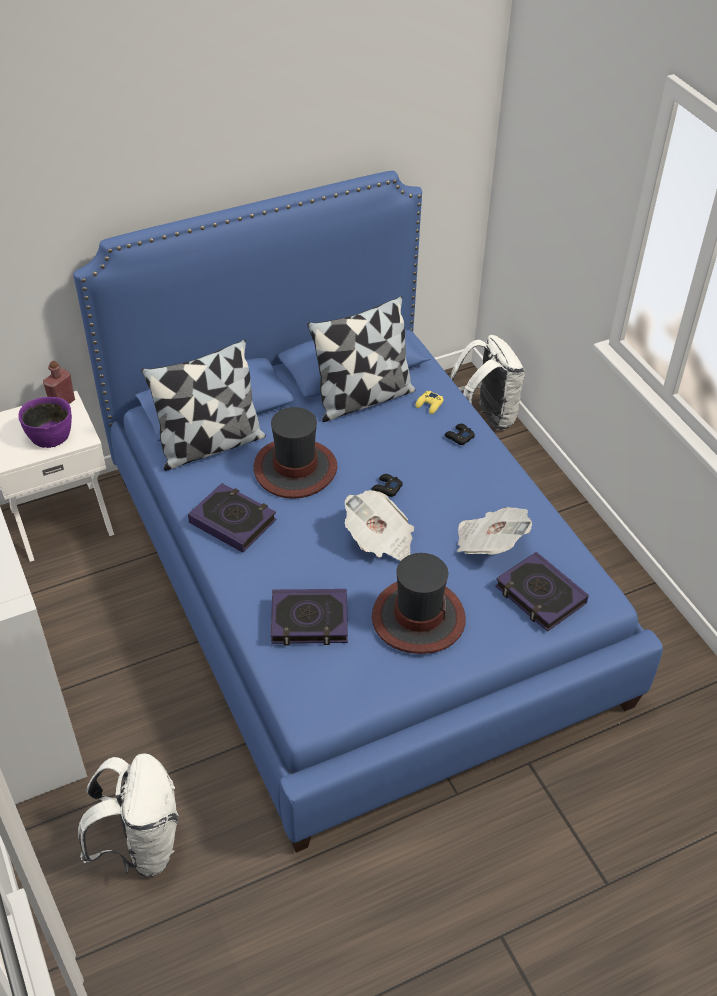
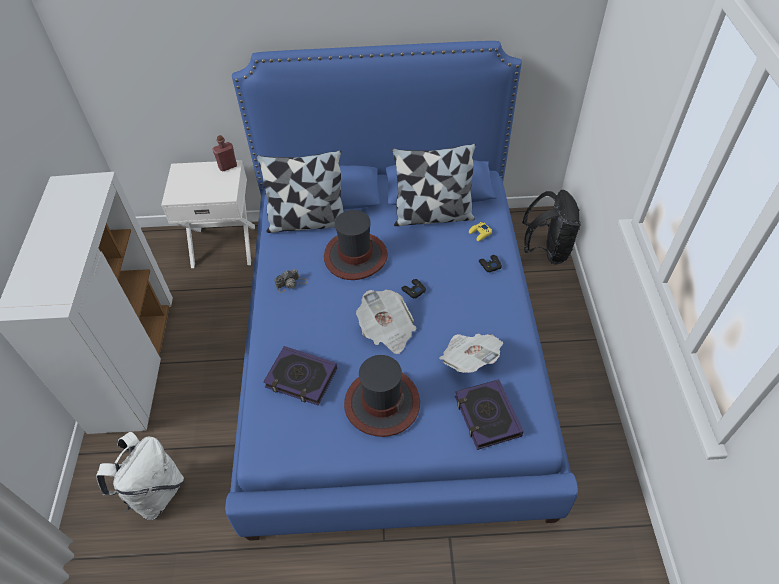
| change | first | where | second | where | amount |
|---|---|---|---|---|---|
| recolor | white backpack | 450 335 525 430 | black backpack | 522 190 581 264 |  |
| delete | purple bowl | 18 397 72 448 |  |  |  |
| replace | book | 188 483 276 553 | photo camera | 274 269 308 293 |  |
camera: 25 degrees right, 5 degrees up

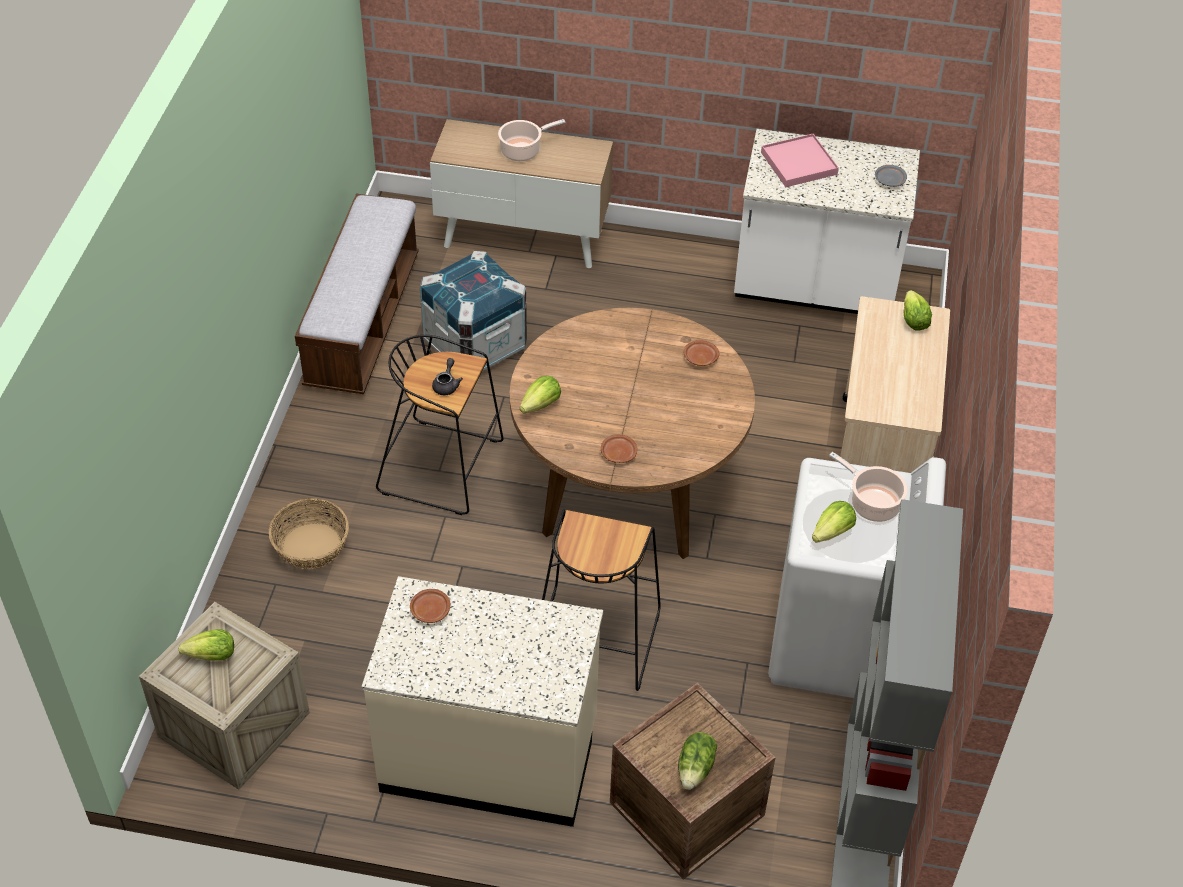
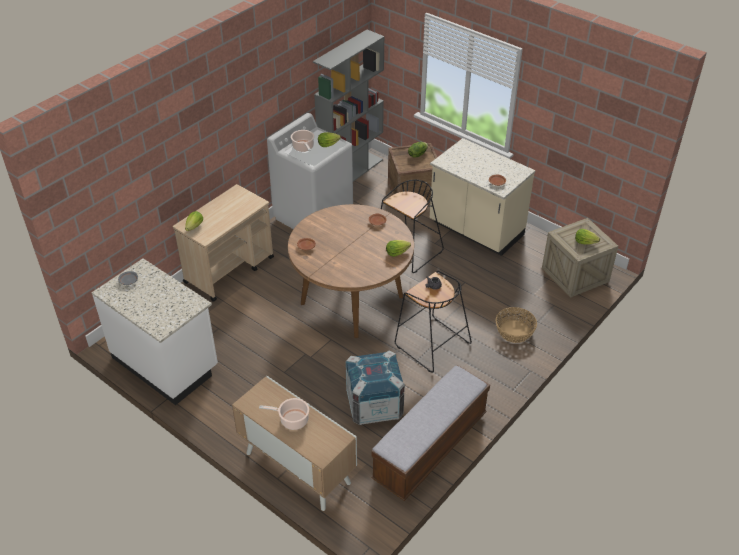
| change | first | where | second | where | amount |
|---|---|---|---|---|---|
| delete | pink tray | 761 134 839 187 |  |  |  |
camera: 150 degrees left, 5 degrees down

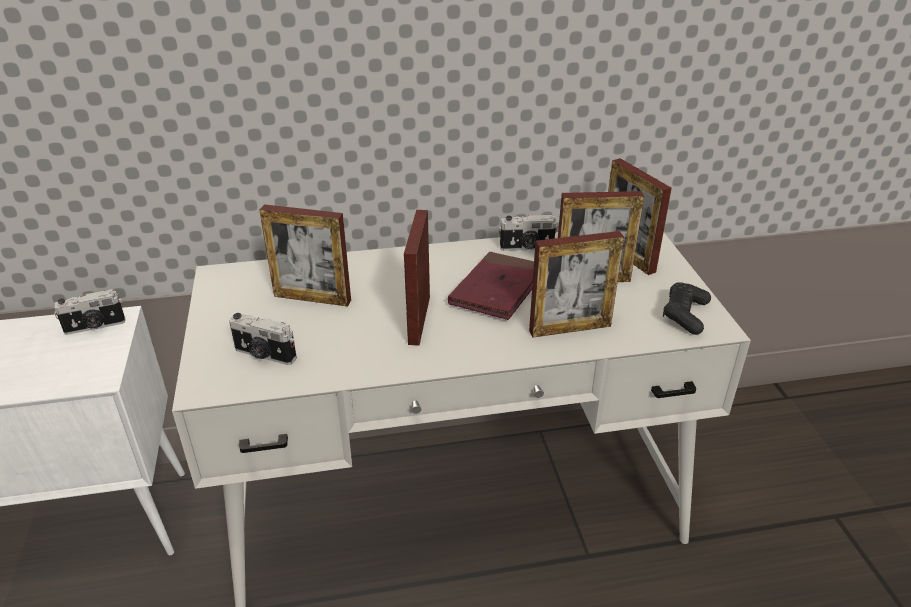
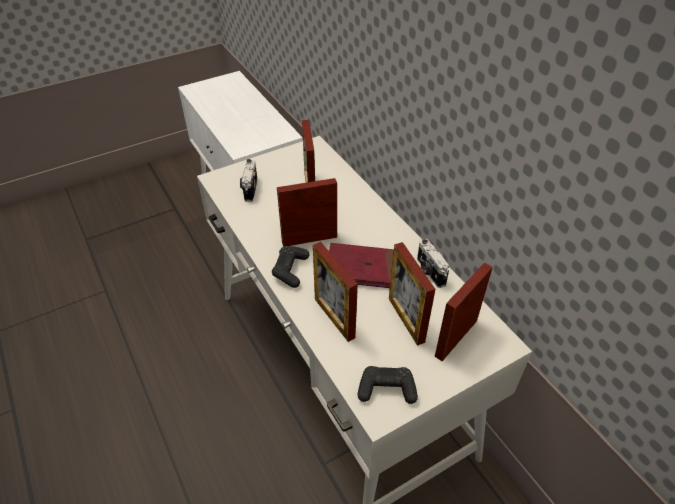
| change | first | where | second | where | amount |
|---|---|---|---|---|---|
| delete | photo camera | 54 289 125 335 |  |  |  |
| insert |  |  | black game controller | 272 246 309 288 |  |
camera: 70 degrees right, 10 degrees up

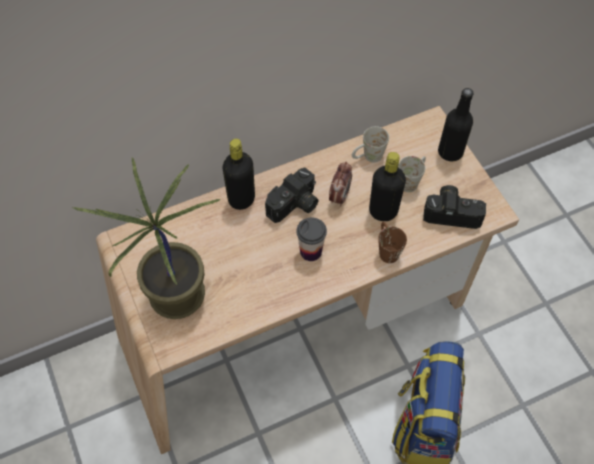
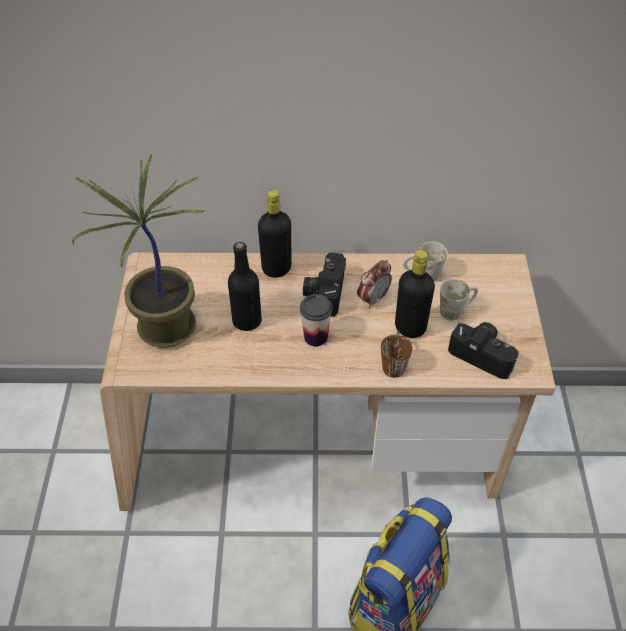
| change | first | where | second | where | amount |
|---|---|---|---|---|---|
| move | black bottle | 438 88 473 162 |  | 228 242 262 331 |  |
| rotate | photo camera | 265 167 318 223 |  | 303 252 346 317 | 120 degrees clockwise |
camera: 25 degrees right, 10 degrees down

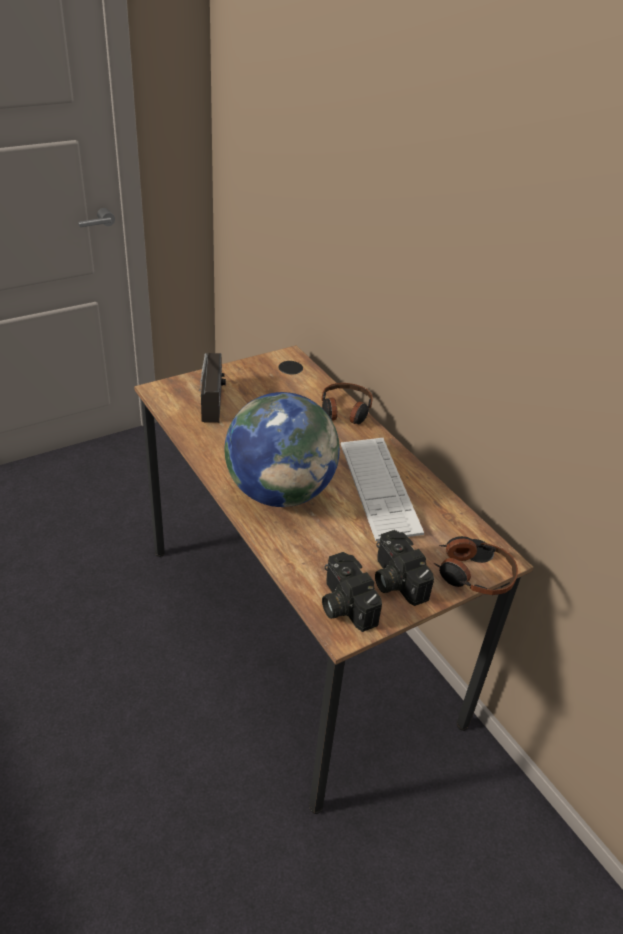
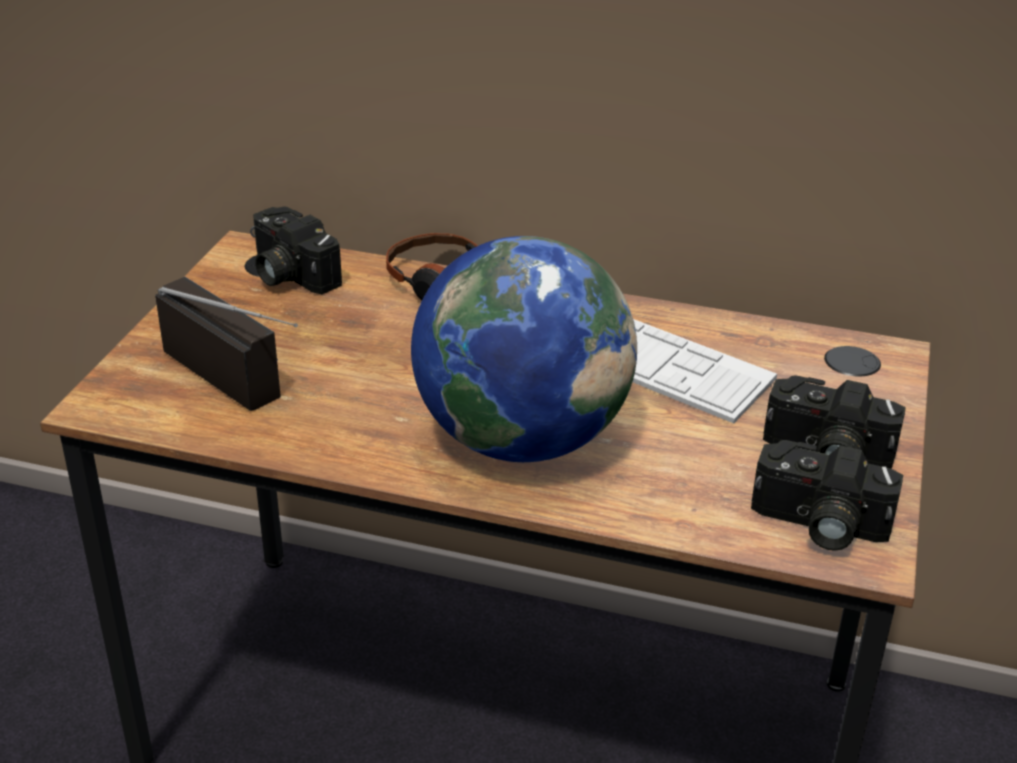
| change | first | where | second | where | amount |
|---|---|---|---|---|---|
| delete | headphones | 434 536 518 595 |  |  |  |
| insert |  |  | photo camera | 250 207 342 294 |  |
camera: 40 degrees left, 5 degrees down

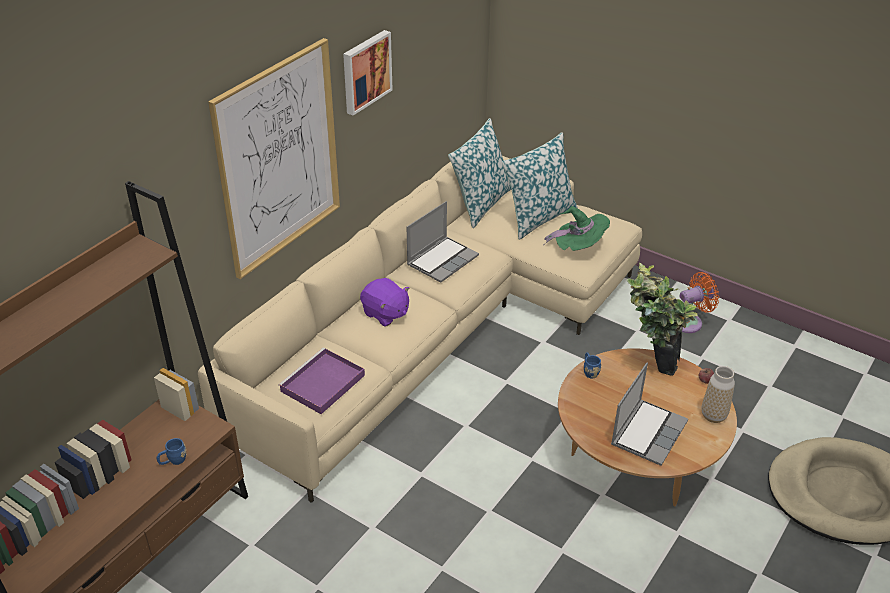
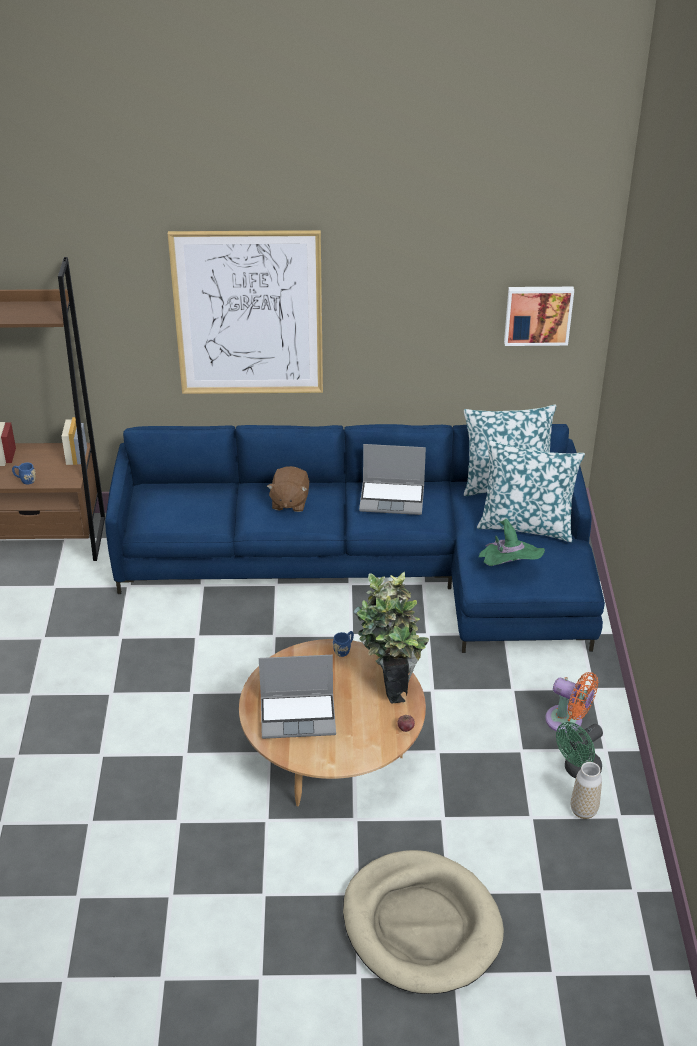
| change | first | where | second | where | amount |
|---|---|---|---|---|---|
| move | picture | 343 30 393 116 |  | 504 287 574 346 |  |
| recolor | beige sofa | 198 156 642 503 | blue sofa | 105 424 605 653 |  |
| recolor | purple plush toy | 360 278 409 327 | brown plush toy | 267 466 309 512 |  |
| delete | purple tray | 278 348 365 414 |  |  |  |
| move | vase | 702 366 735 423 |  | 571 762 602 819 |  |
| insert |  |  | green fan | 556 722 603 779 |  |
camera: 55 degrees right, 0 degrees up

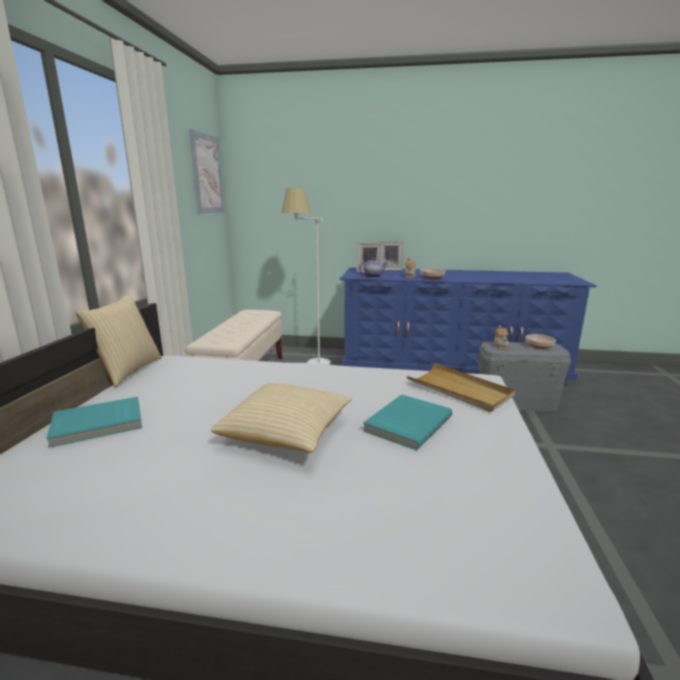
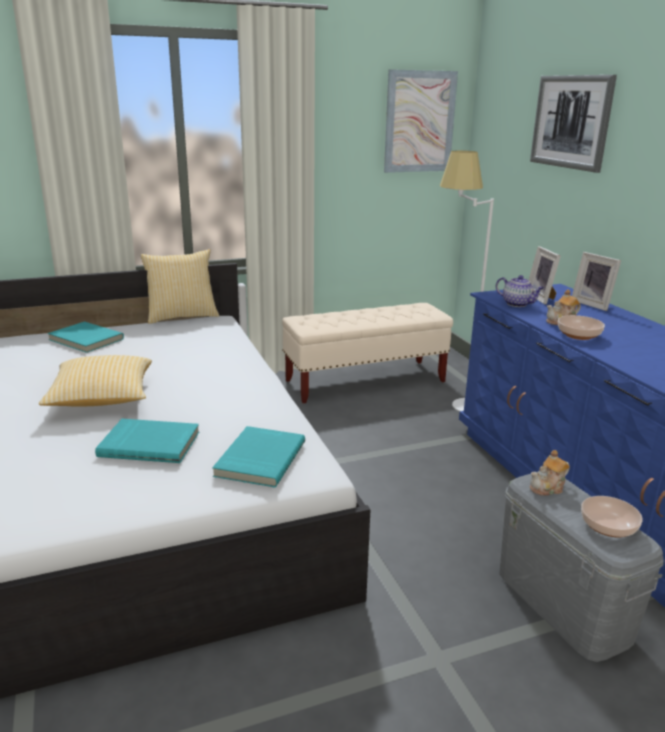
| change | first | where | second | where | amount |
|---|---|---|---|---|---|
| replace | beige tray | 407 363 515 412 | turquoise book | 212 426 305 487 |  |
| insert |  |  | picture | 530 75 617 173 |  |
camera: 60 degrees right, 5 degrees up

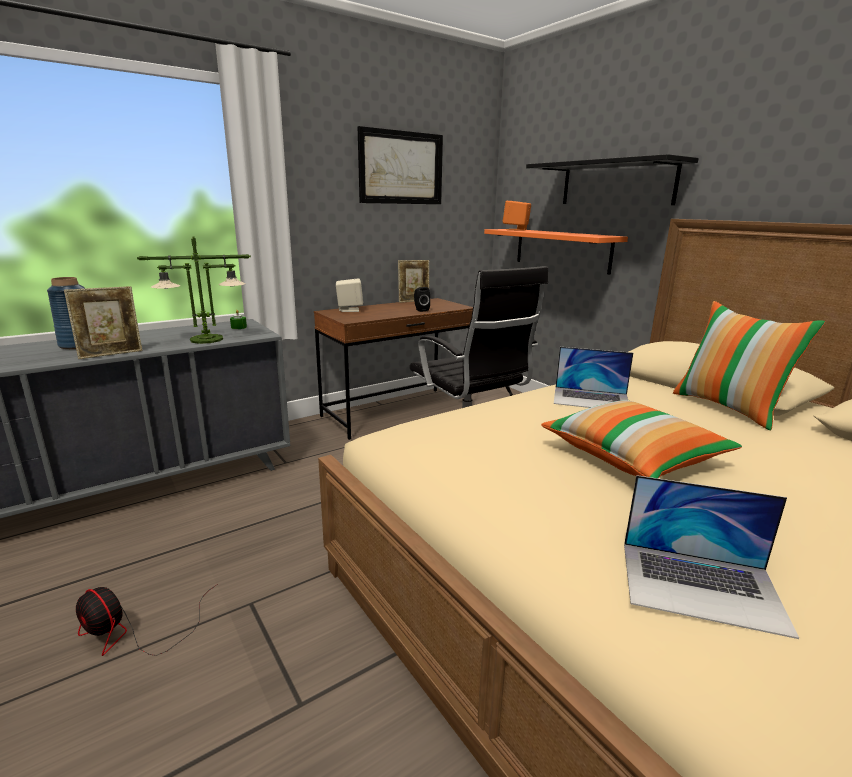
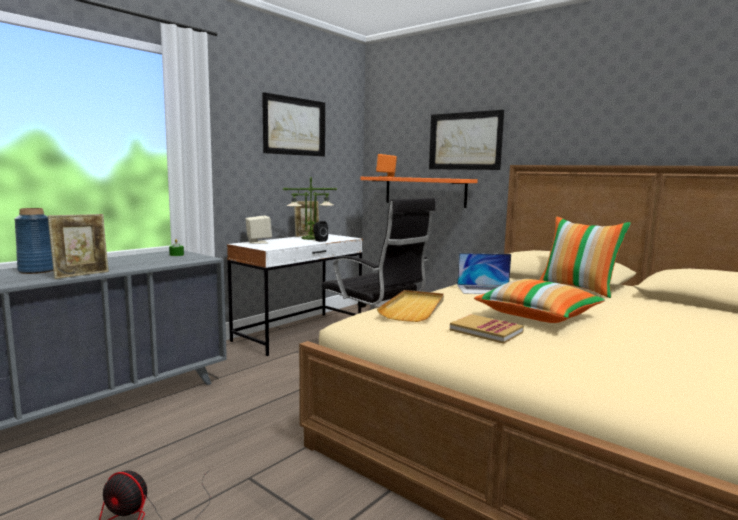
| change | first | where | second | where | amount |
|---|---|---|---|---|---|
| replace | black shelf | 526 154 699 205 | picture | 429 110 504 170 |  |
| move | table lamp | 137 236 251 344 |  | 283 177 337 240 |  |
| recolor | brown desk | 314 298 473 440 | white desk | 227 234 362 356 |  |
| delete | laptop | 624 475 799 639 |  |  |  |
| insert |  |  | beige tray | 377 290 444 322 |  |
| insert |  |  | book | 450 314 524 344 |  |
camera: 15 degrees left, 10 degrees down

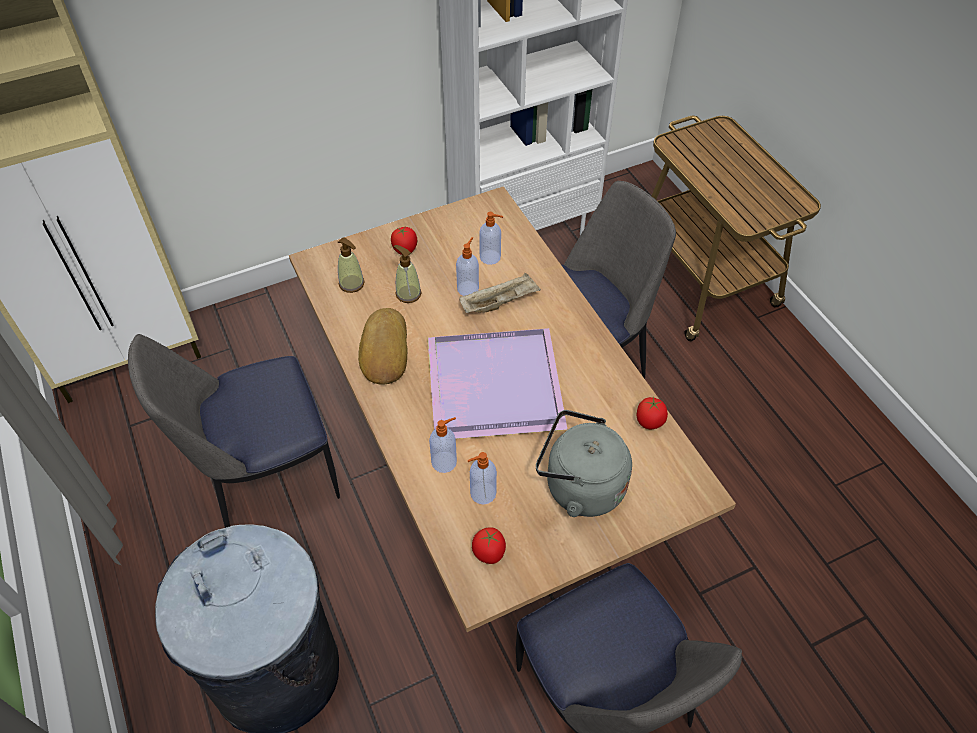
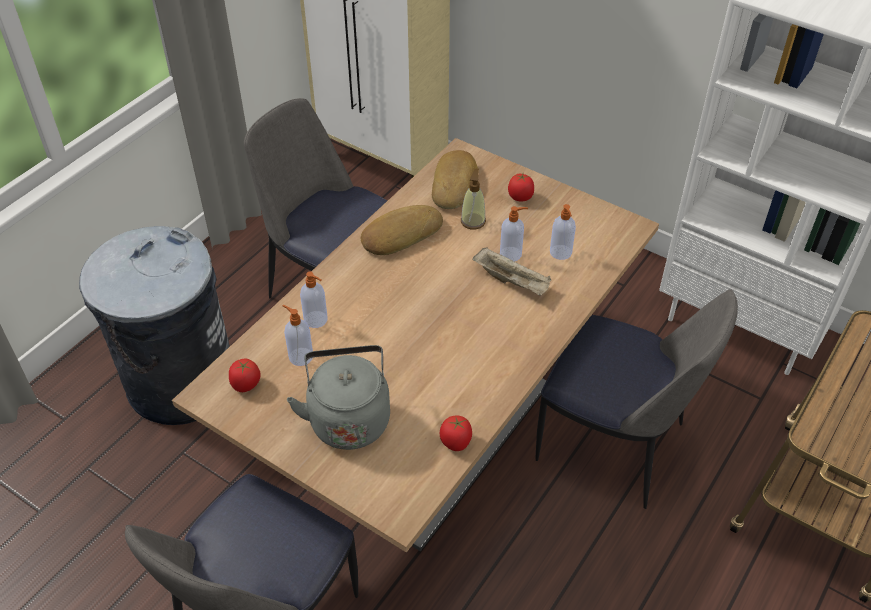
| change | first | where | second | where | amount |
|---|---|---|---|---|---|
| replace | soap dispenser | 338 237 365 293 | bread | 432 150 478 209 |  |
| delete | purple tray | 427 328 568 439 |  |  |  |
camera: 60 degrees right, 5 degrees down

